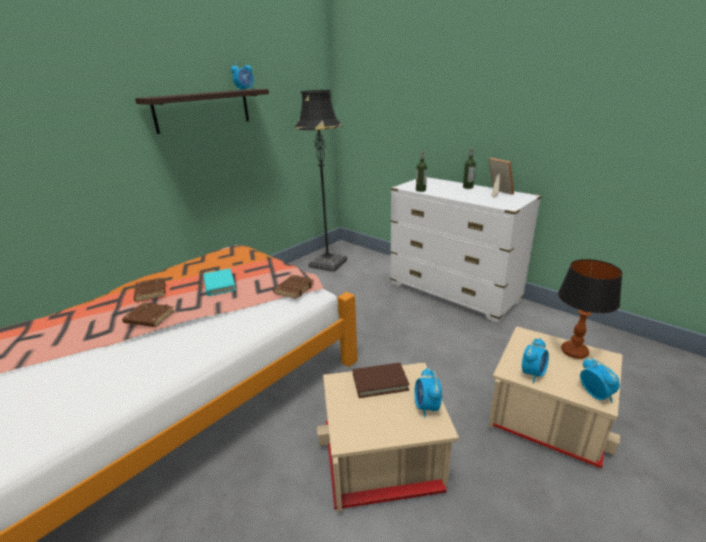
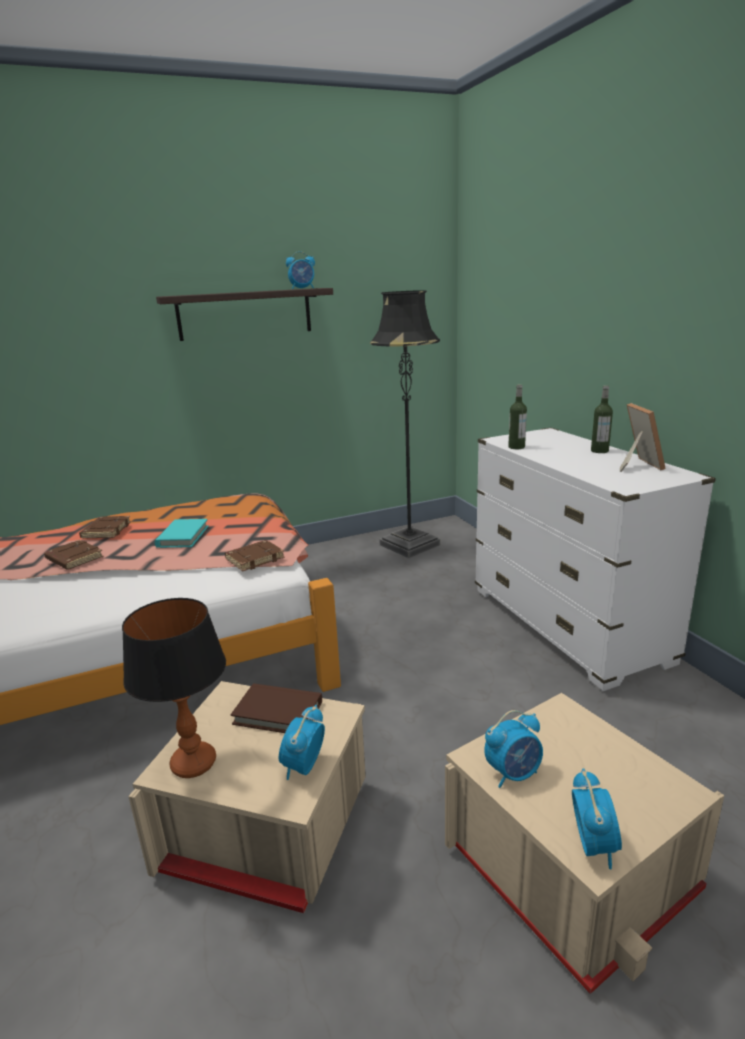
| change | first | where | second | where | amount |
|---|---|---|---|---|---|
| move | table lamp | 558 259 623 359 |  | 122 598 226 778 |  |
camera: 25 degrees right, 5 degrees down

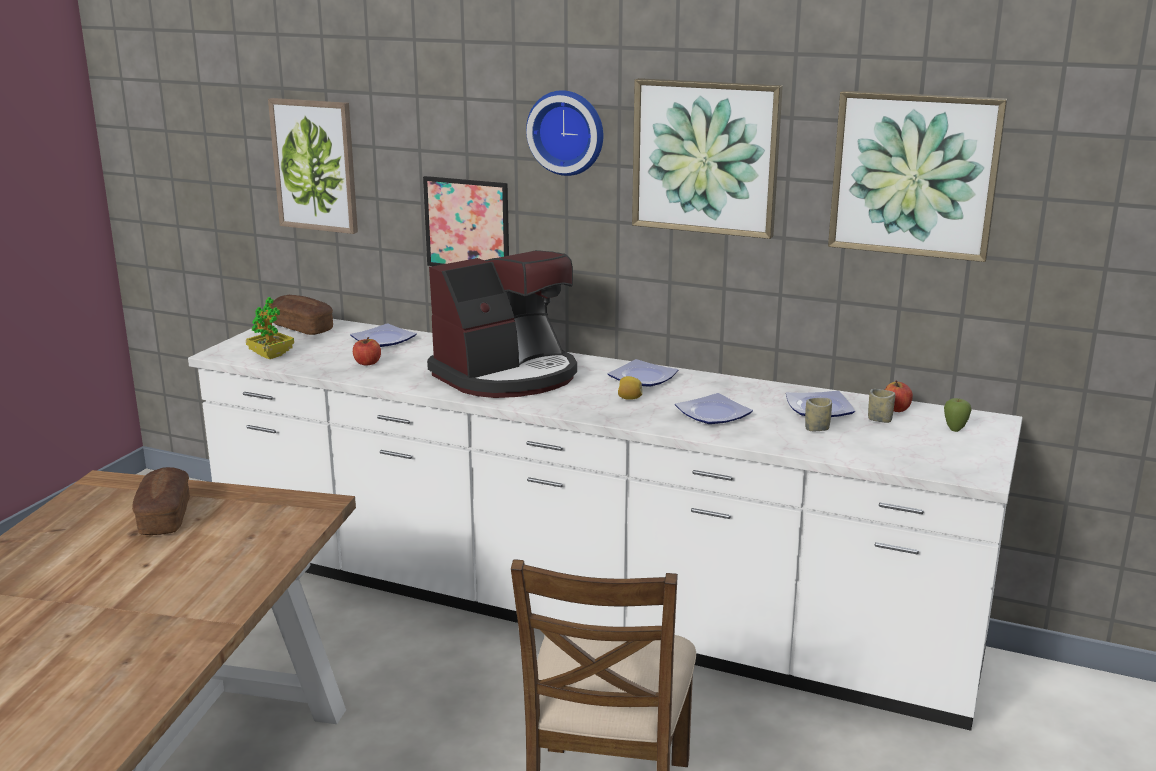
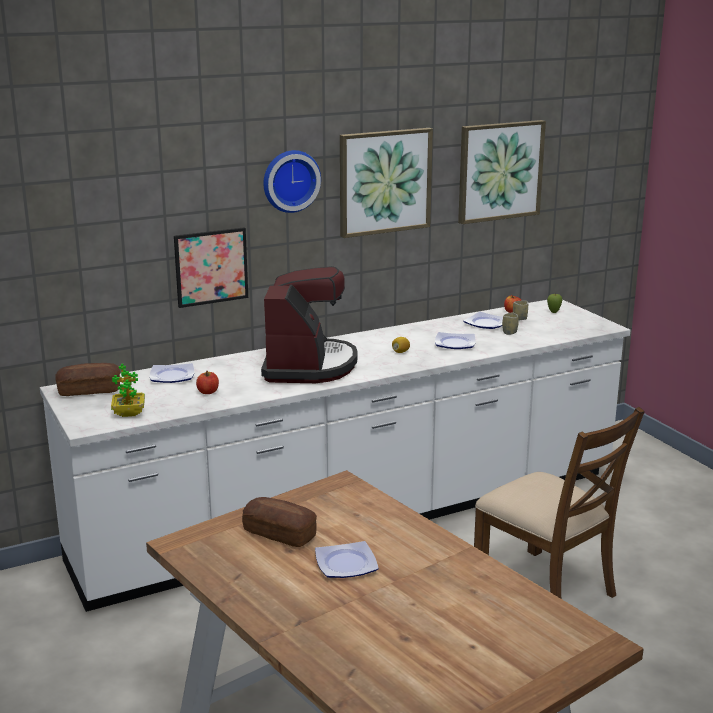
| change | first | where | second | where | amount |
|---|---|---|---|---|---|
| delete | picture | 268 98 358 234 |  |  |  |
| move | plate | 608 359 679 387 |  | 315 541 379 578 |  |
camera: 50 degrees left, 0 degrees up

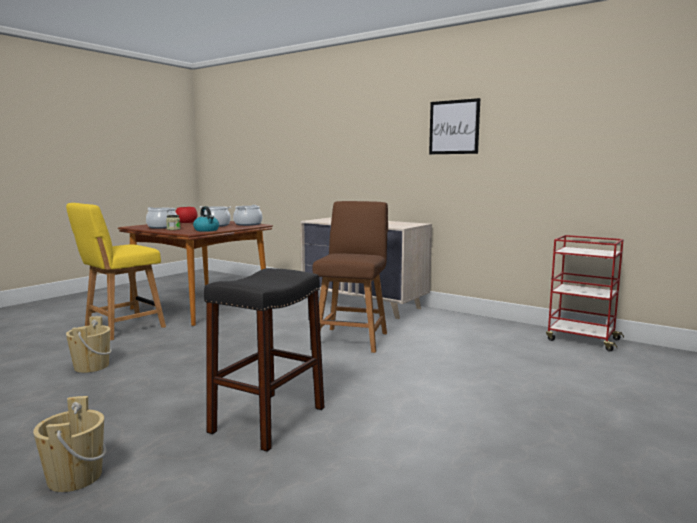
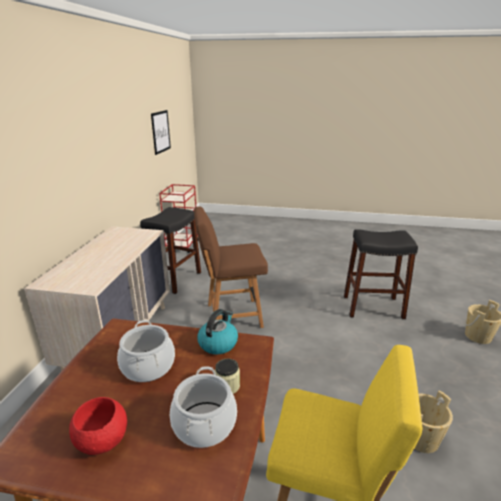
| change | first | where | second | where | amount |
|---|---|---|---|---|---|
| move | picture | 429 98 480 154 |  | 151 110 171 155 |  |
| delete | cooking pot | 233 205 262 226 |  |  |  |
| insert |  |  | black stool | 140 207 201 294 |  |
camera: 115 degrees left, 15 degrees up

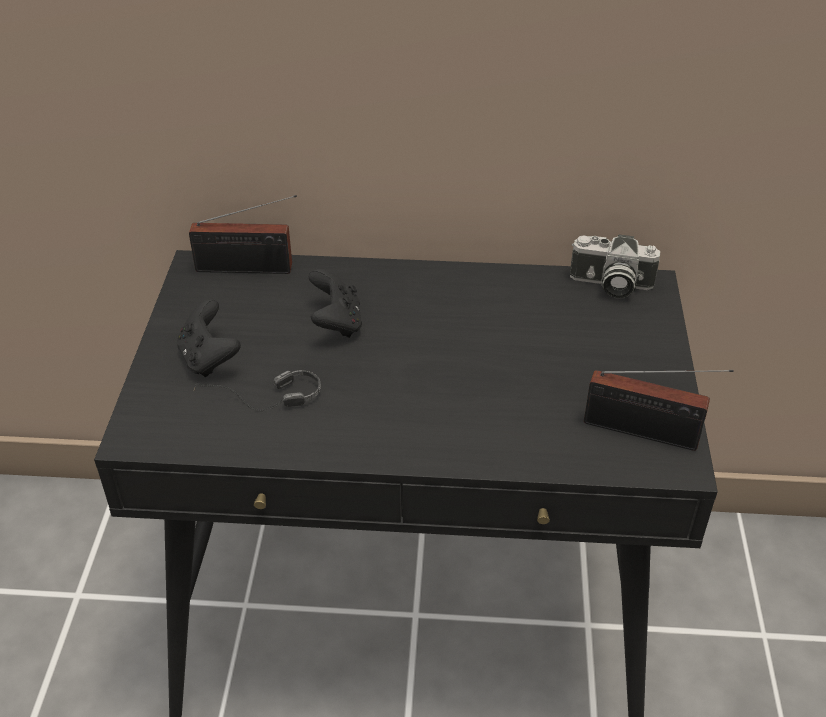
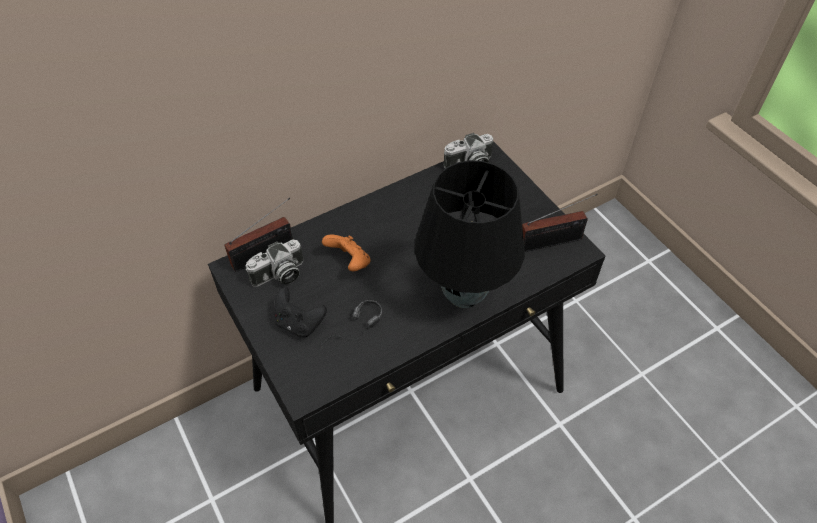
| change | first | where | second | where | amount |
|---|---|---|---|---|---|
| recolor | black game controller | 309 269 362 338 | orange game controller | 322 235 370 271 |  |
| insert |  |  | black table lamp | 414 160 525 308 |  |
| insert |  |  | photo camera | 245 239 304 287 |  |
camera: 35 degrees left, 10 degrees up

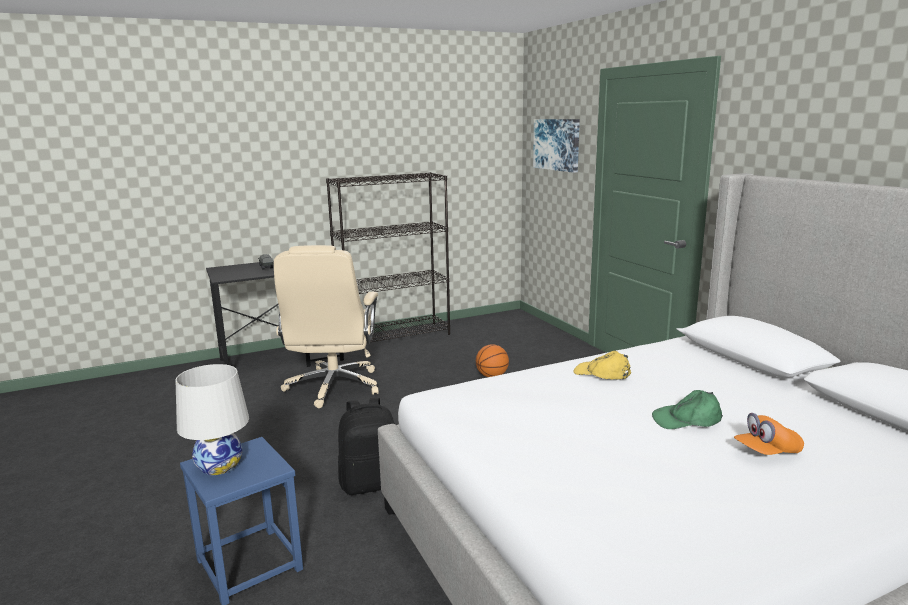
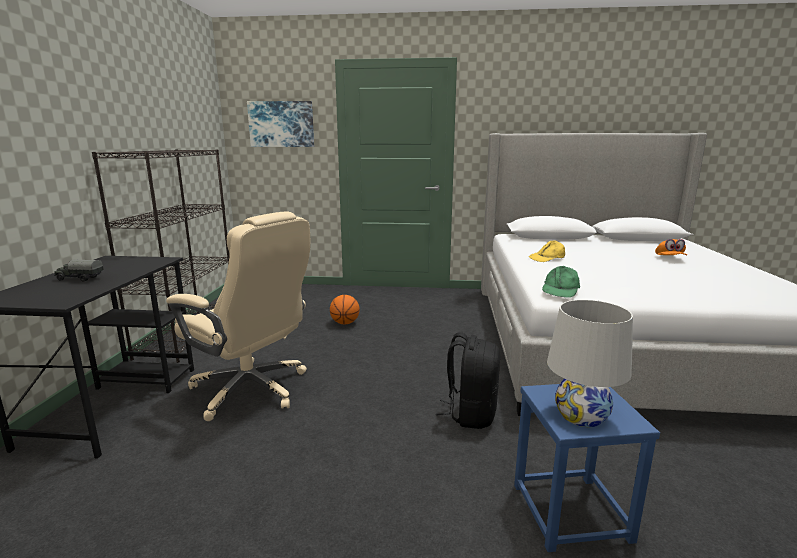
| change | first | where | second | where | amount |
|---|---|---|---|---|---|
| move | green cap | 652 390 723 429 |  | 542 266 580 298 |  |
camera: 60 degrees left, 0 degrees up

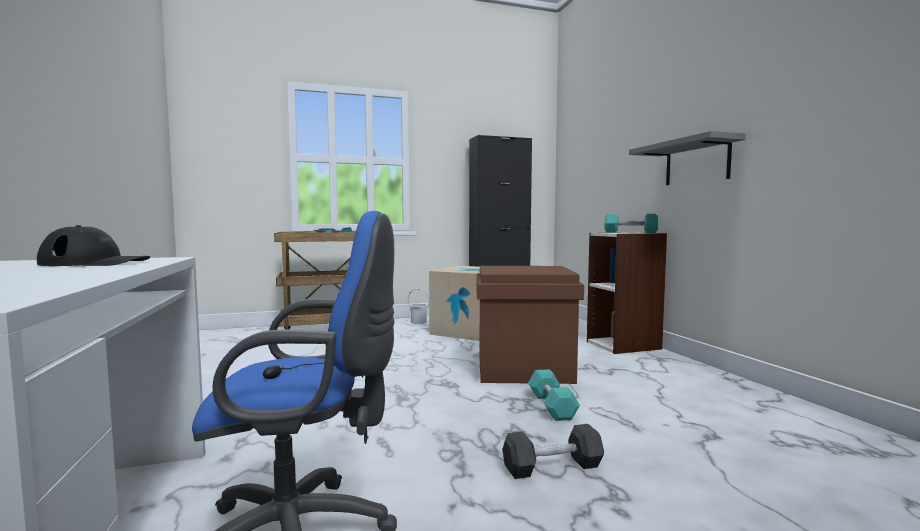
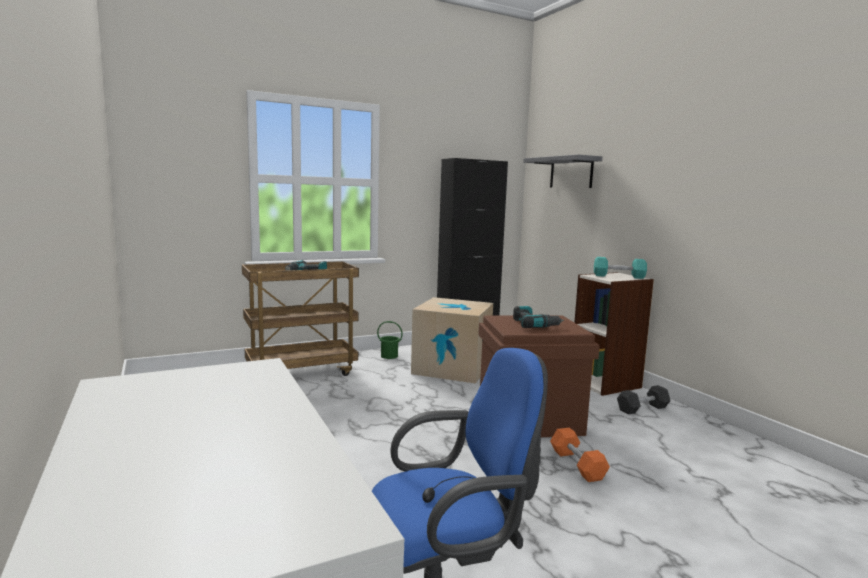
| change | first | where | second | where | amount |
|---|---|---|---|---|---|
| move | grey shelf | 629 131 746 185 |  | 523 154 602 188 |  |
| delete | black cap | 37 225 150 266 |  |  |  |
| recolor | white bucket | 407 288 429 324 | green bucket | 377 321 403 359 |  |
| recolor | turquoise dumbbell | 528 369 580 421 | orange dumbbell | 550 428 610 482 |  |
| move | black dumbbell | 502 424 604 479 |  | 617 385 671 415 |  |
| insert |  |  | power drill | 513 306 564 328 |  |
camera: 10 degrees left, 5 degrees up

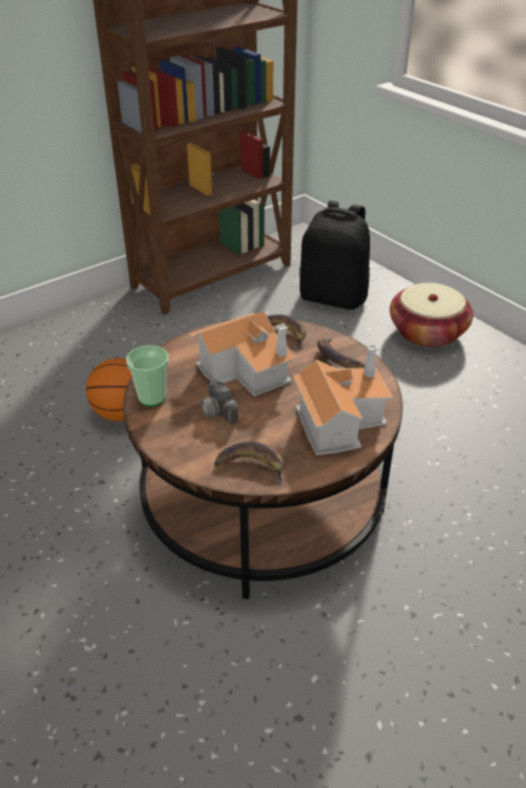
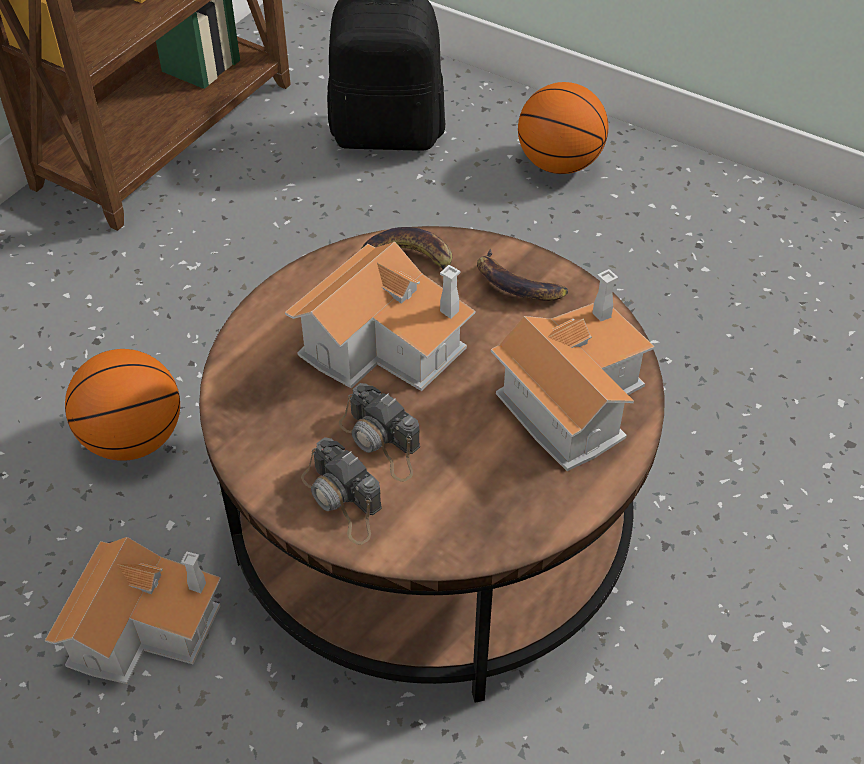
| change | first | where | second | where | amount |
|---|---|---|---|---|---|
| replace | basket | 390 283 473 348 | basketball | 518 82 608 174 |  |
| delete | cup | 126 345 169 406 |  |  |  |
| delete | banana | 214 442 284 485 |  |  |  |
| insert |  |  | photo camera | 301 437 382 545 |  |
| insert |  |  | toy house | 45 537 221 684 |  |
camera: 20 degrees left, 10 degrees up

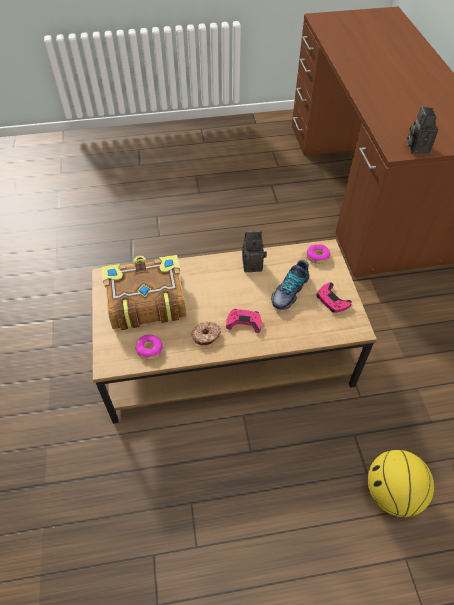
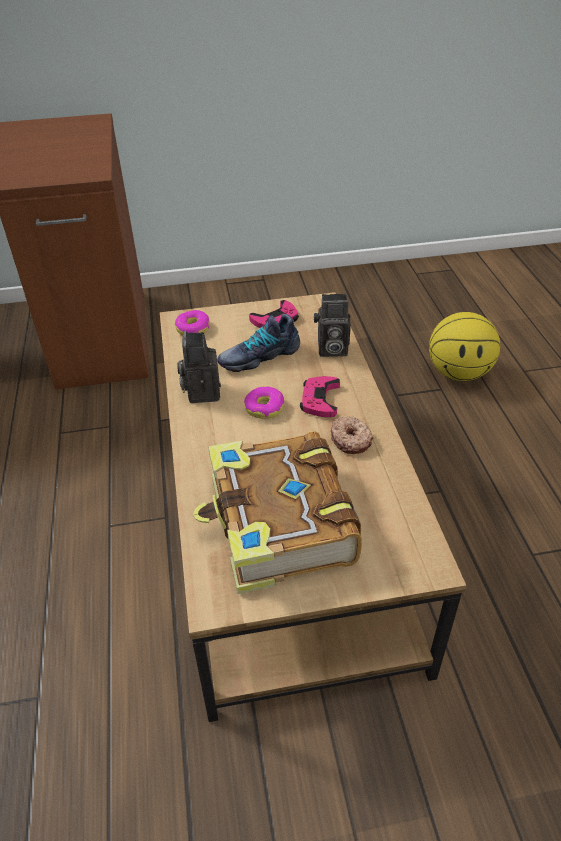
| change | first | where | second | where | amount |
|---|---|---|---|---|---|
| move | photo camera | 407 106 438 154 |  | 314 294 351 357 |  |
| rotate | shoe | 271 260 309 310 |  | 217 314 300 372 | 120 degrees clockwise |
| move | donut | 135 334 163 360 |  | 244 386 284 419 |  |
camera: 90 degrees left, 10 degrees down

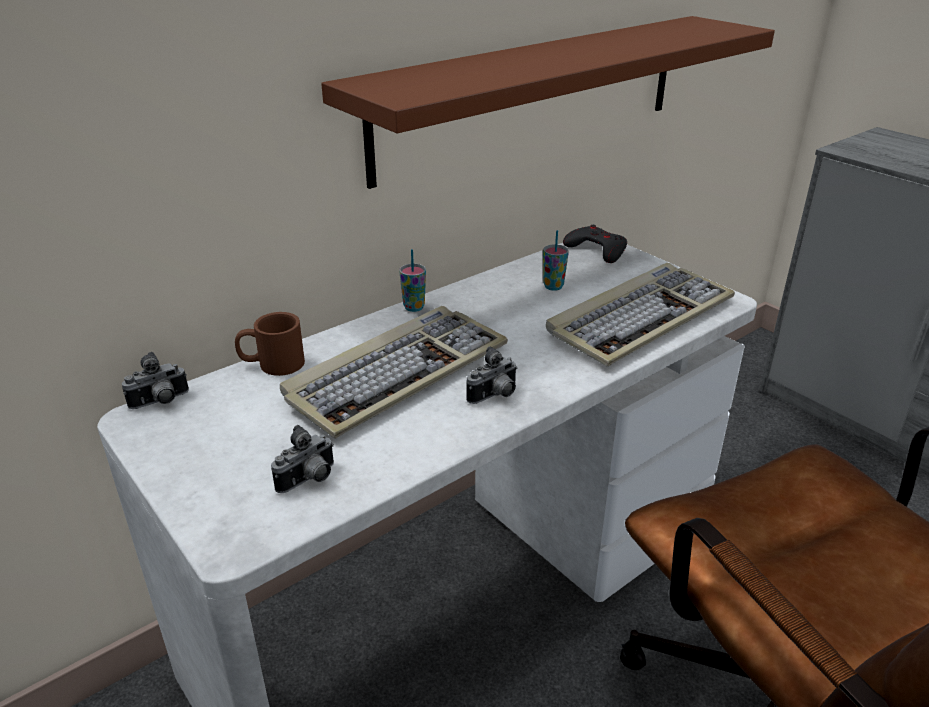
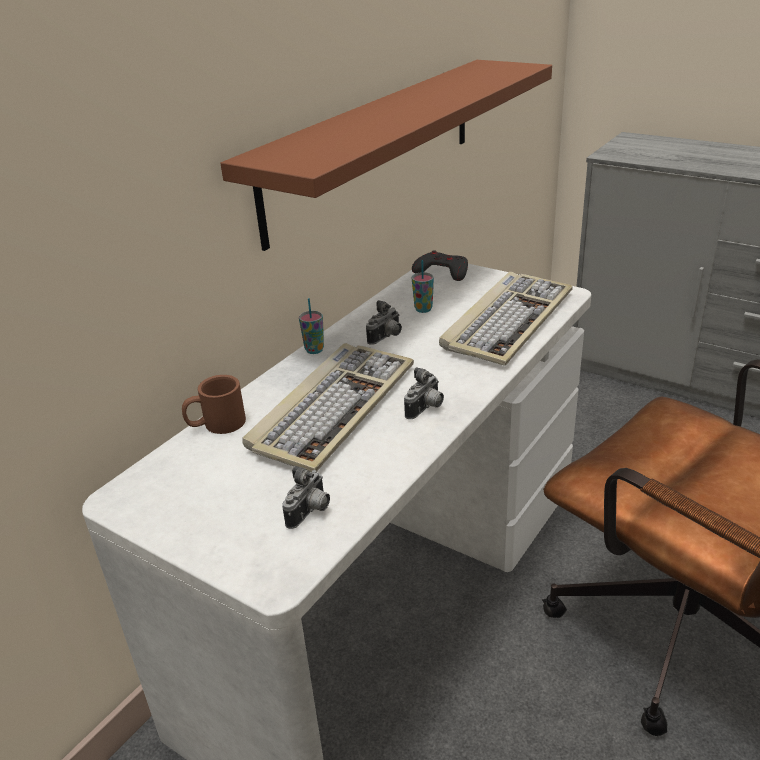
| change | first | where | second | where | amount |
|---|---|---|---|---|---|
| move | photo camera | 122 352 189 409 |  | 366 300 402 345 |  |
camera: 15 degrees left, 0 degrees up

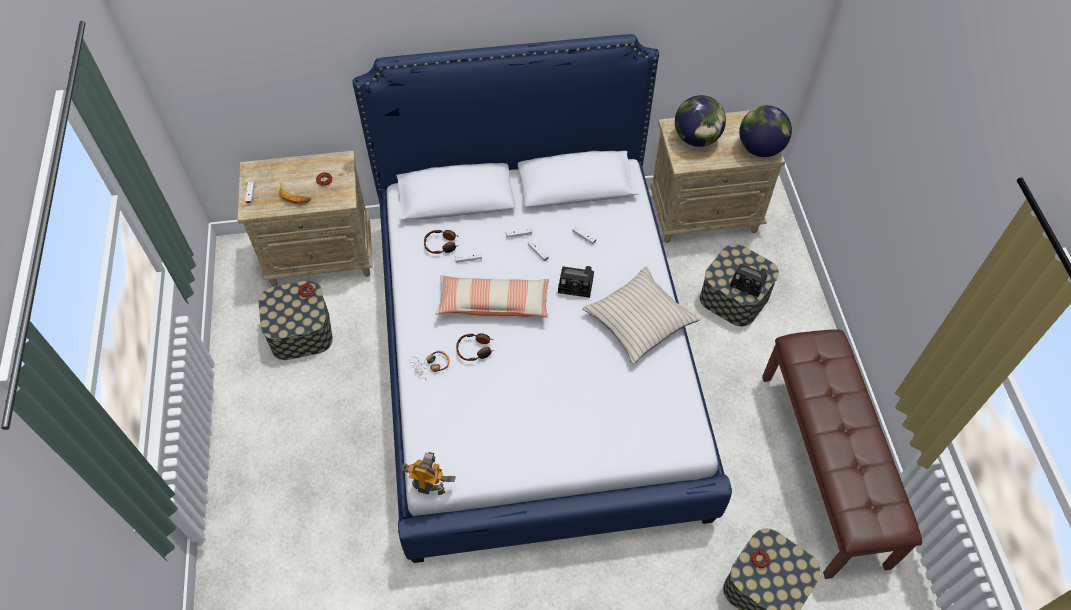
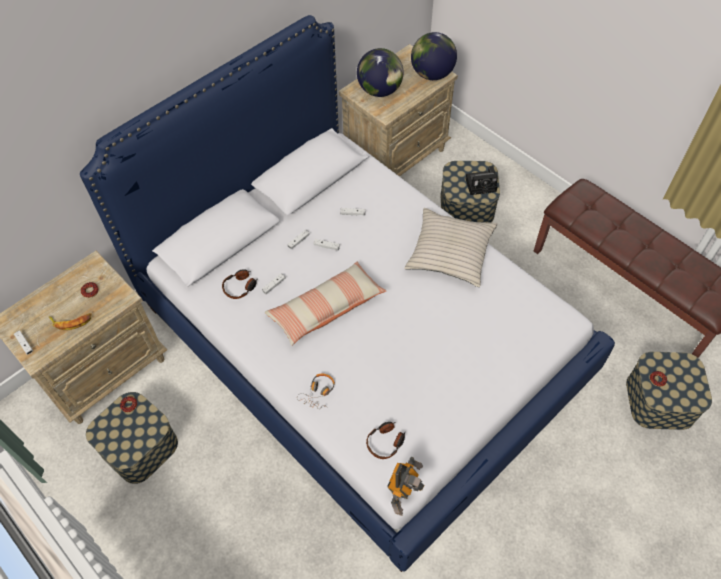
| change | first | where | second | where | amount |
|---|---|---|---|---|---|
| delete | photo camera | 558 266 594 298 |  |  |  |
| move | headphones | 456 333 494 361 |  | 366 422 406 459 |  |
| rotate | toy robot | 401 452 456 495 |  | 388 457 424 516 | 135 degrees clockwise |
camera: 35 degrees left, 0 degrees up

